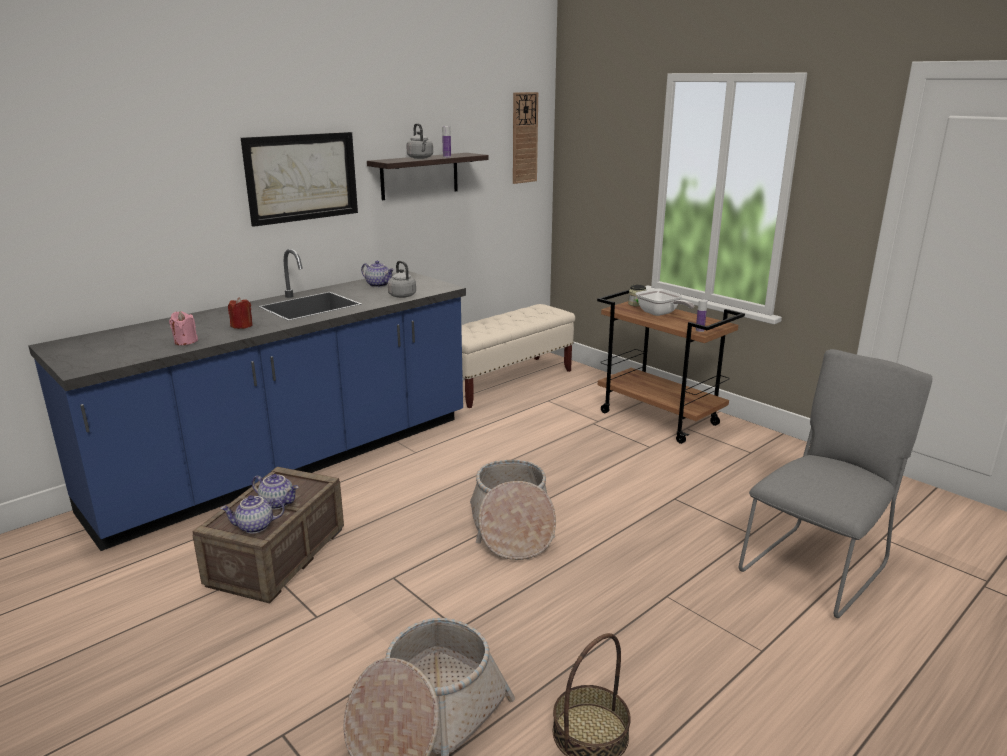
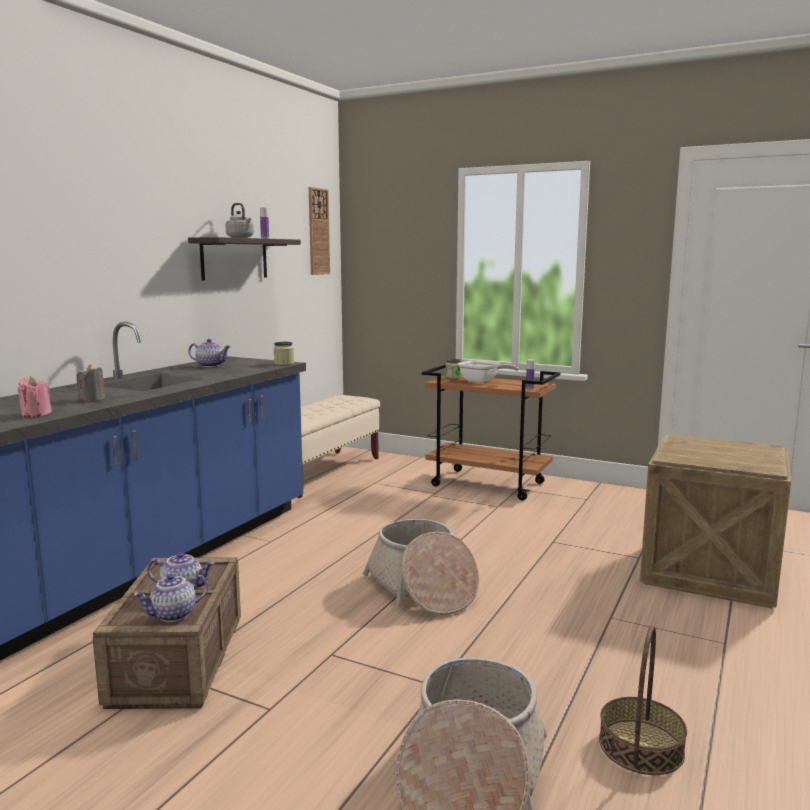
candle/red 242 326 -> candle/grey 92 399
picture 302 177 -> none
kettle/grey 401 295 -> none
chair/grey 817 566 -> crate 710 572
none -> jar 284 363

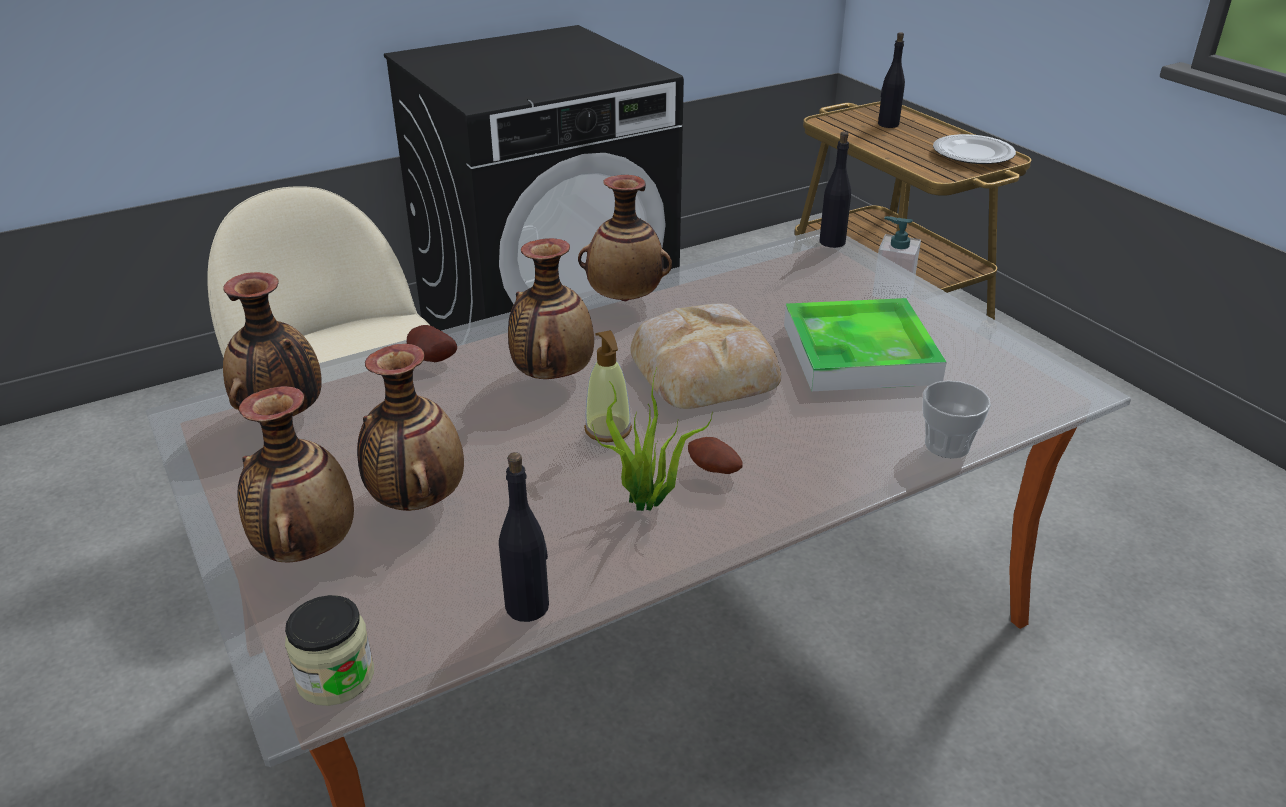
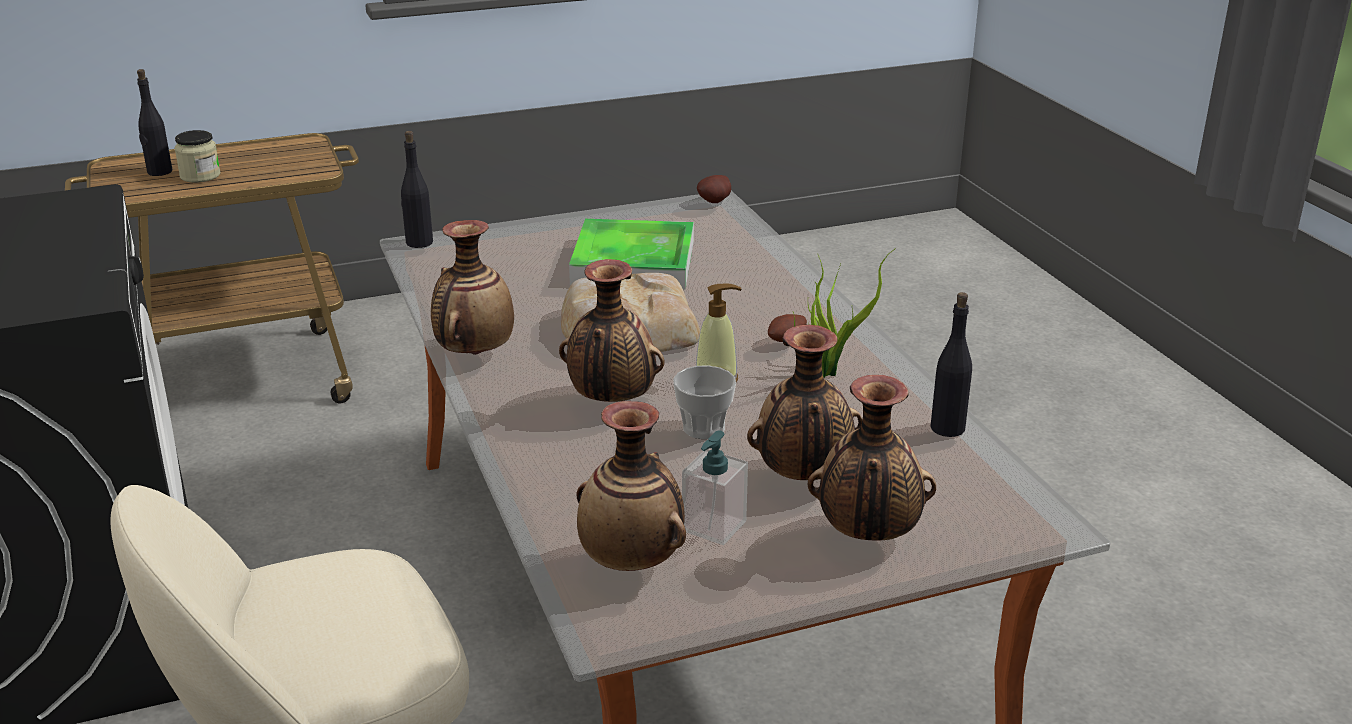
jar 335 677 -> jar 200 175, move
potato 431 360 -> potato 716 202, move
soap dispenser 892 291 -> soap dispenser 714 526, move
cup 947 445 -> cup 704 428, move
plate 974 153 -> none

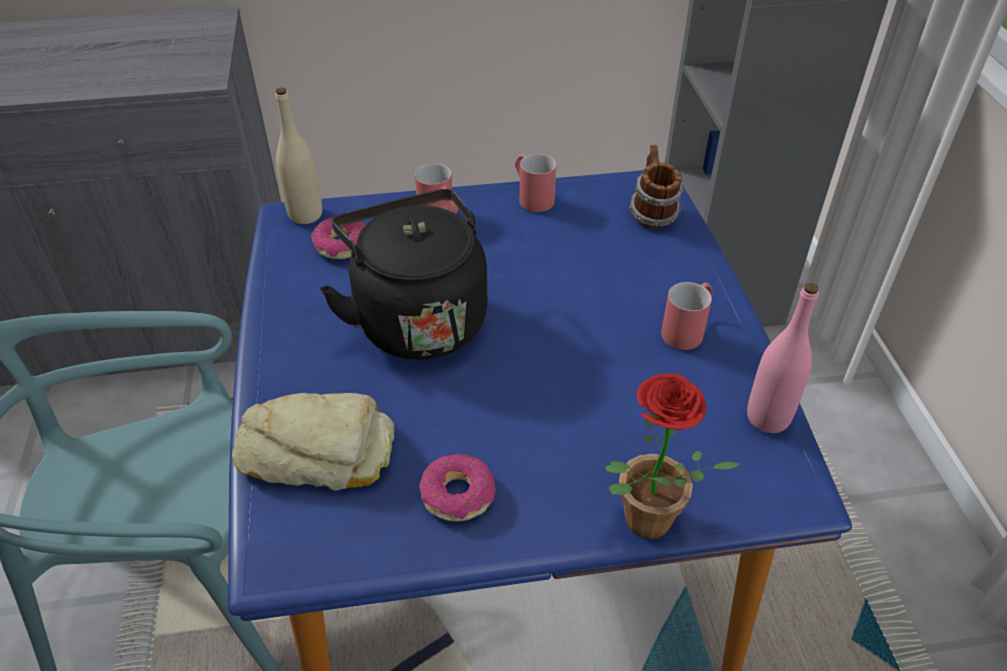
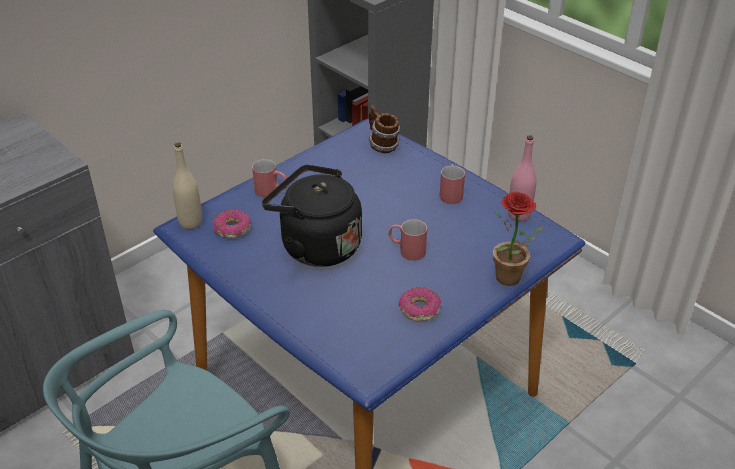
bread 318 450 -> none
mug/red 532 196 -> mug/red 406 250, move

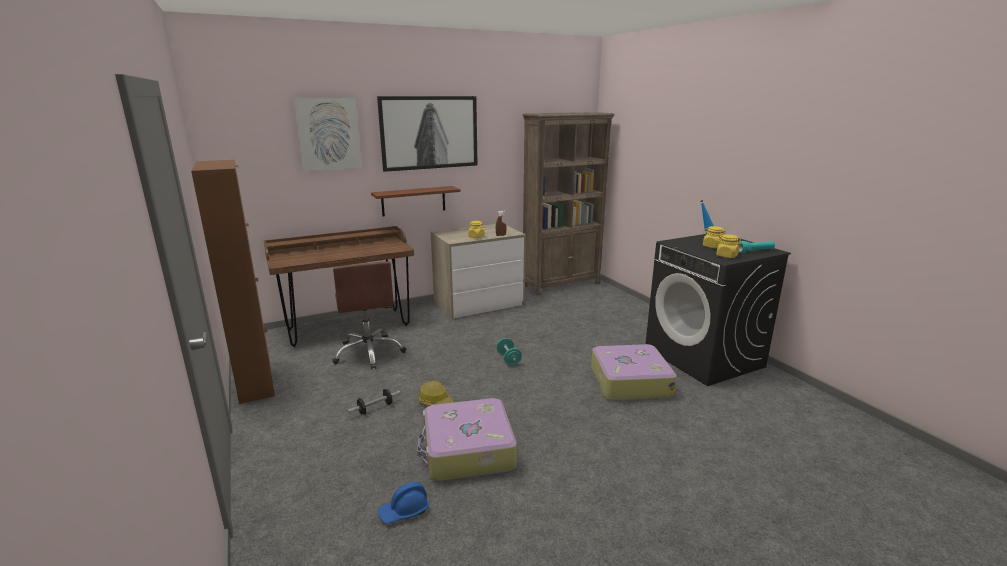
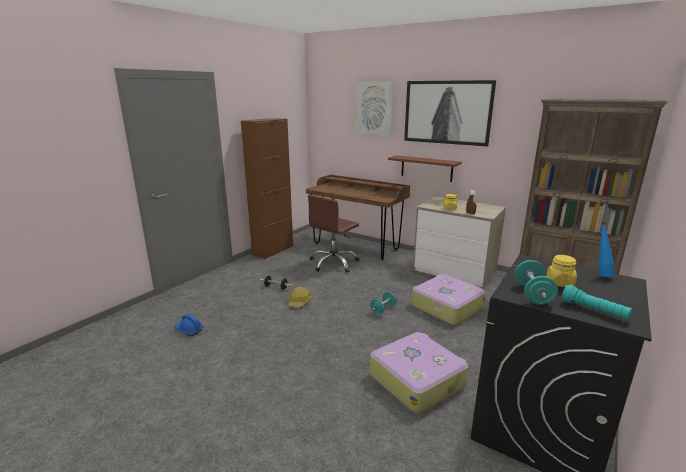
suitcase 467 450 -> suitcase 446 306, move
jar/yellow 727 256 -> dumbbell/turquoise 532 294

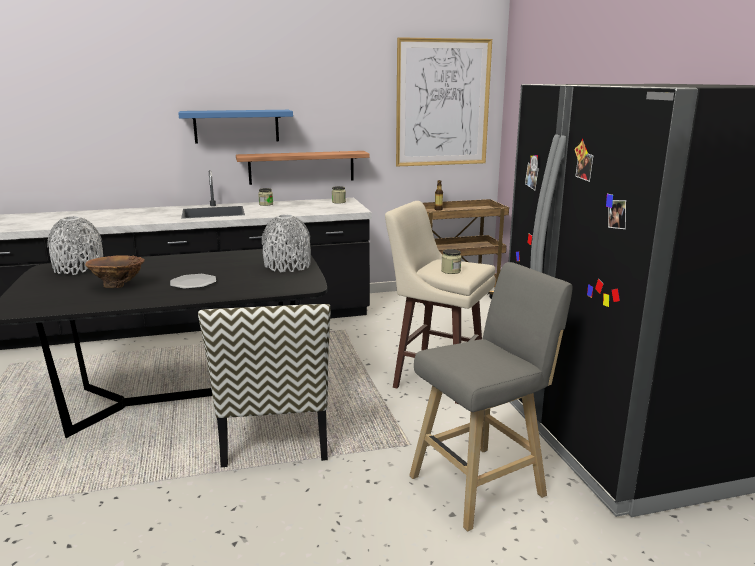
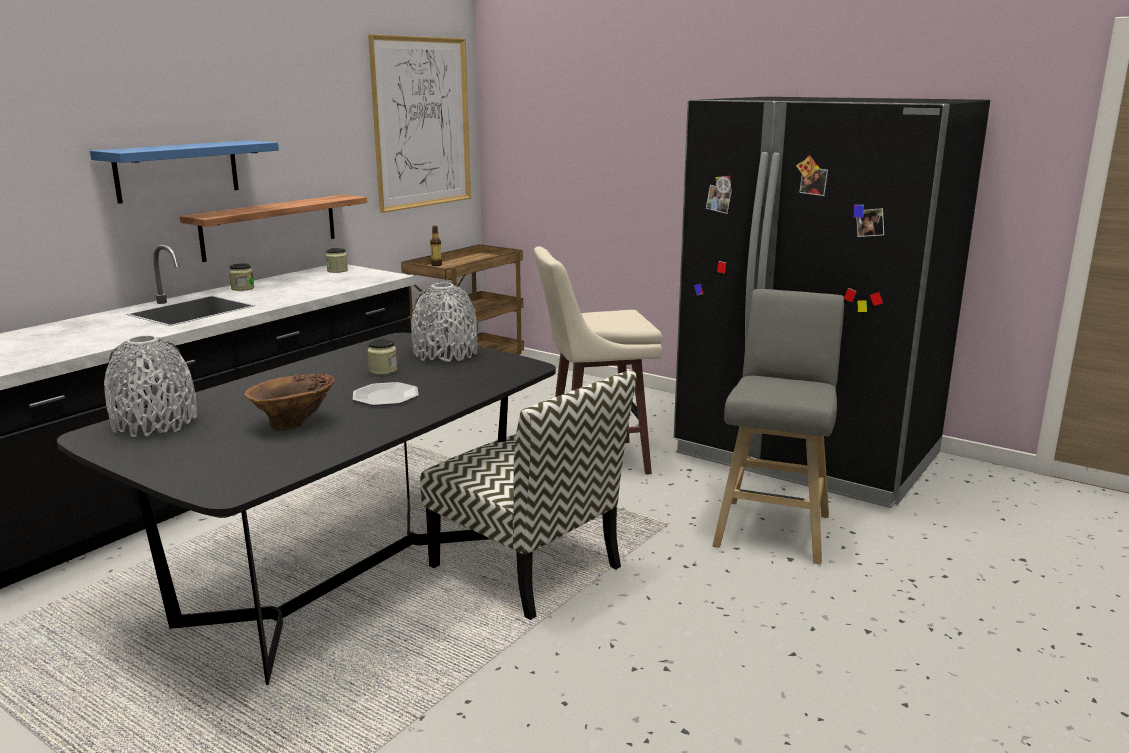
jar 451 271 -> jar 383 370, move

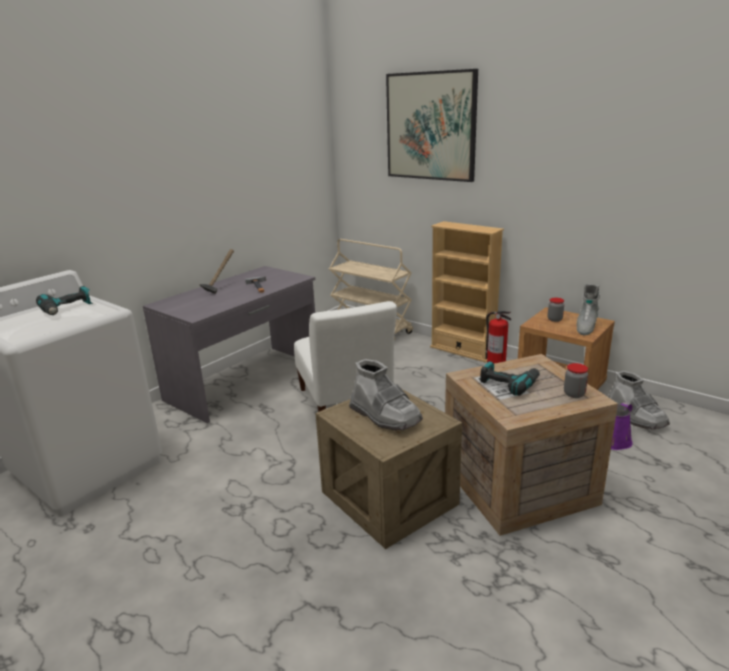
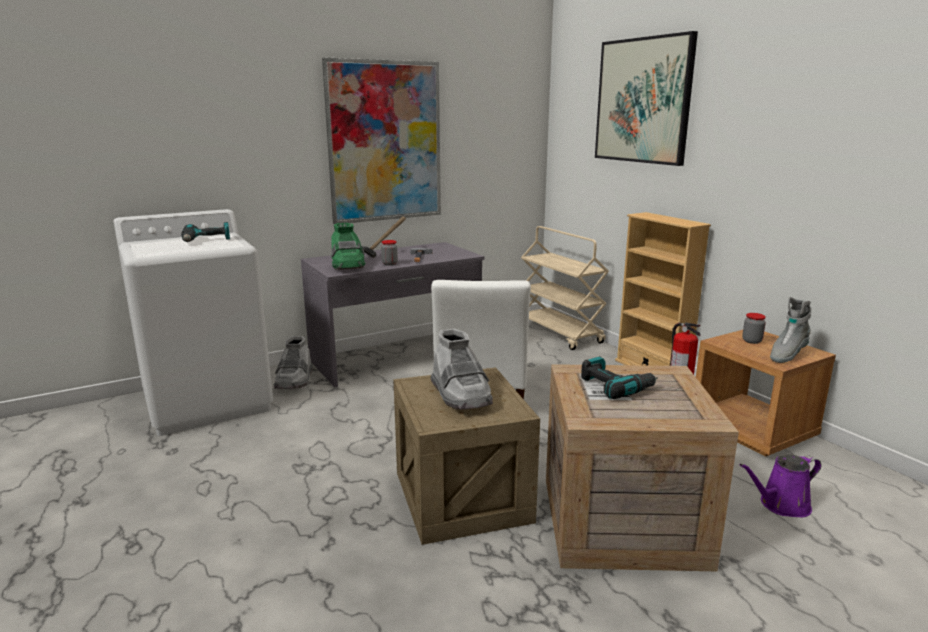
jar 574 394 -> jar 389 264, move
boot/grey 635 417 -> boot/grey 294 381, move
none -> picture 385 142
none -> boot/green 347 266

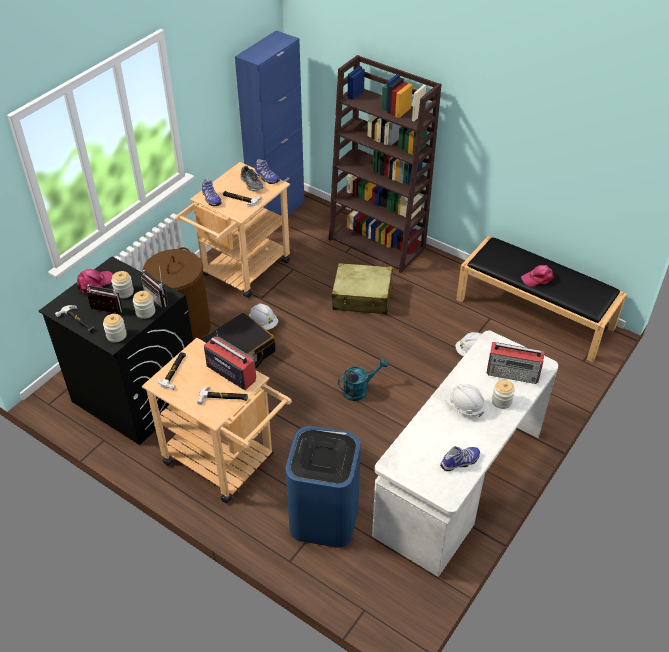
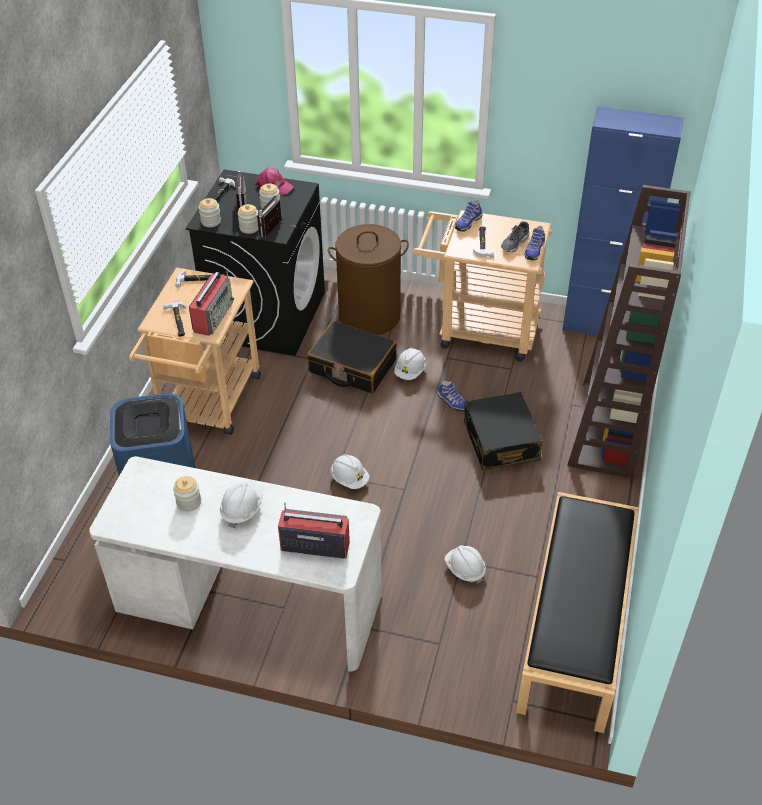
suitcase/beige 362 297 -> suitcase/black 501 441
watering can/turquoise 359 390 -> hard hat/white 349 479
shoe 460 462 -> shoe 452 402, move
radio 513 373 -> radio 314 546, 105 degrees clockwise
jar 501 401 -> jar 189 502, move
cap/pink 538 278 -> none

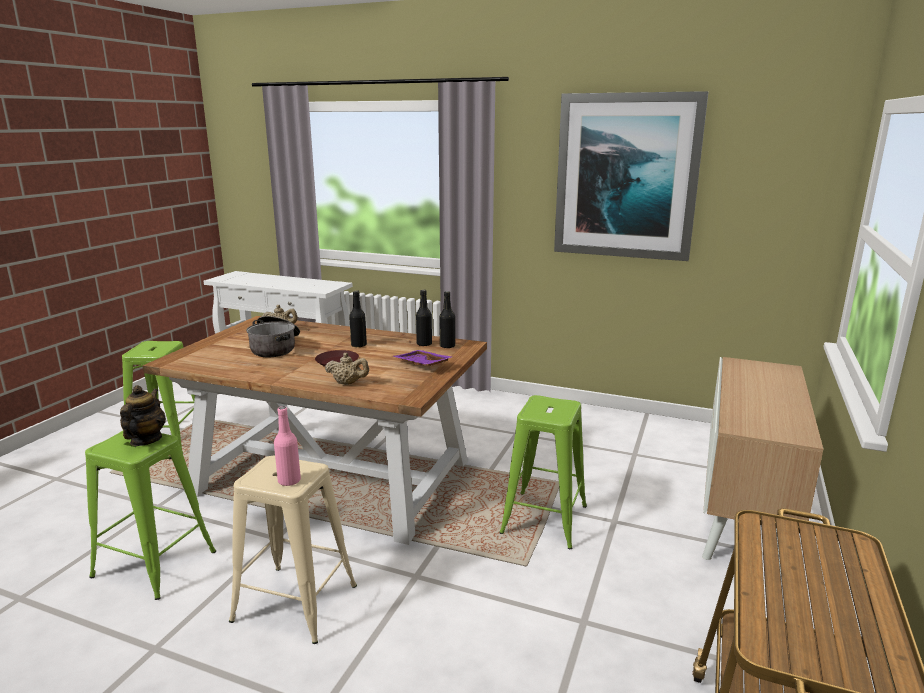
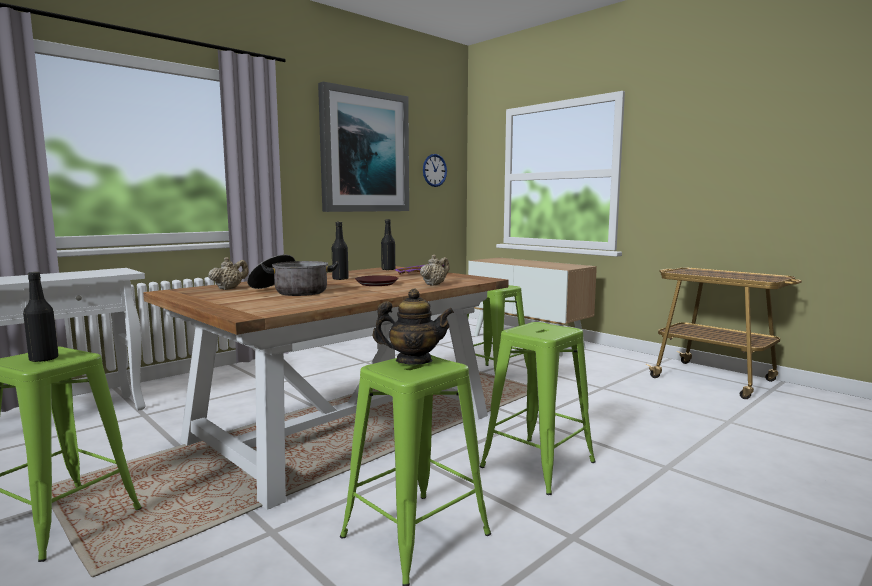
teapot 145 440 -> teapot 413 361, 150 degrees clockwise
stool/beige 296 603 -> stool/green 538 464
bottle/pink 289 481 -> none
bottle/black 424 344 -> bottle/black 44 359, move
none -> wall clock 434 170

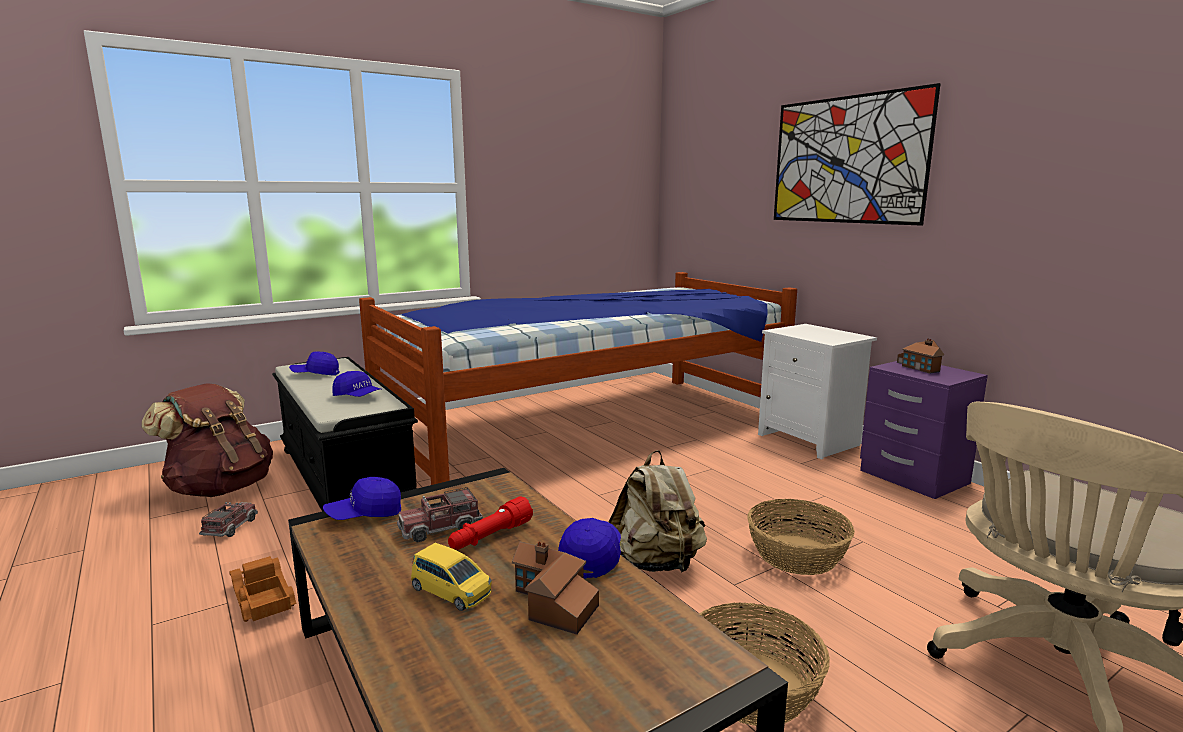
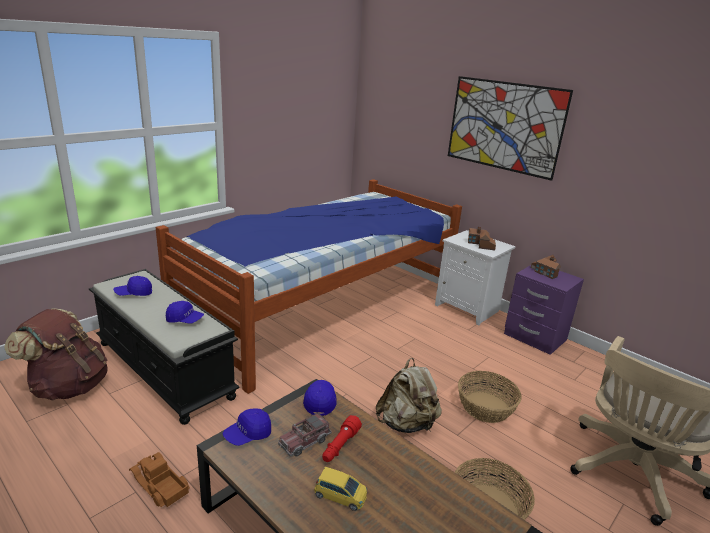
toy truck 230 527 -> none
toy house 552 603 -> toy house 481 245, move
cap/blue 591 556 -> cap/blue 320 401, move

